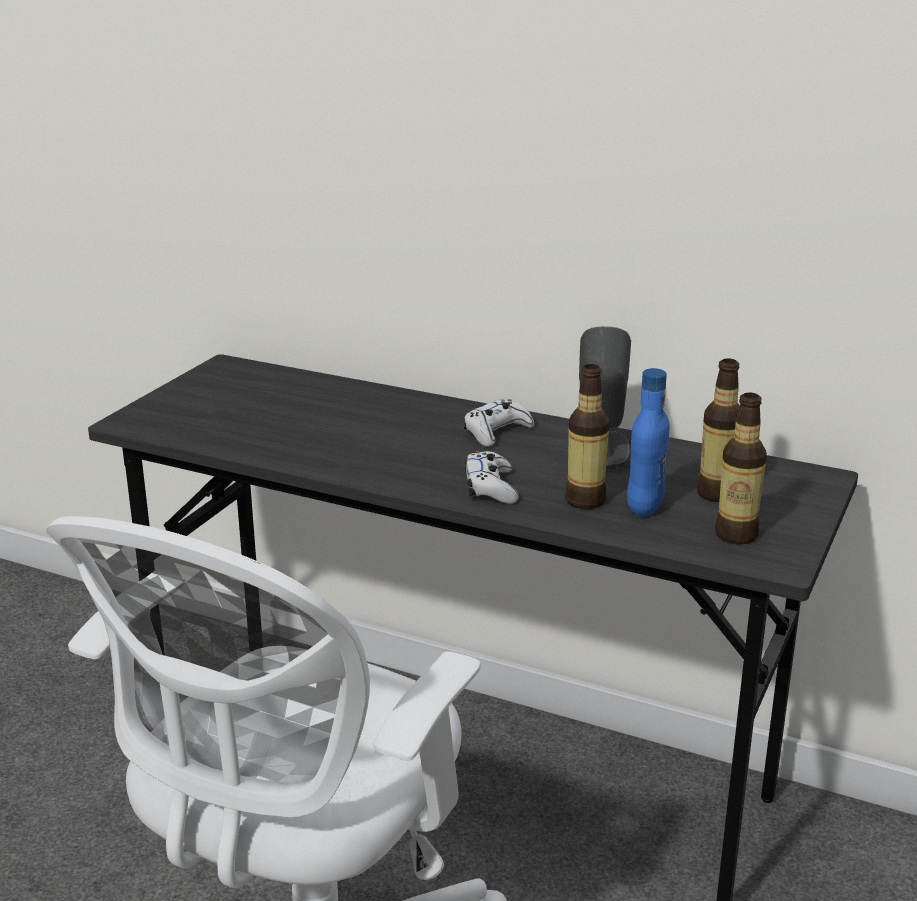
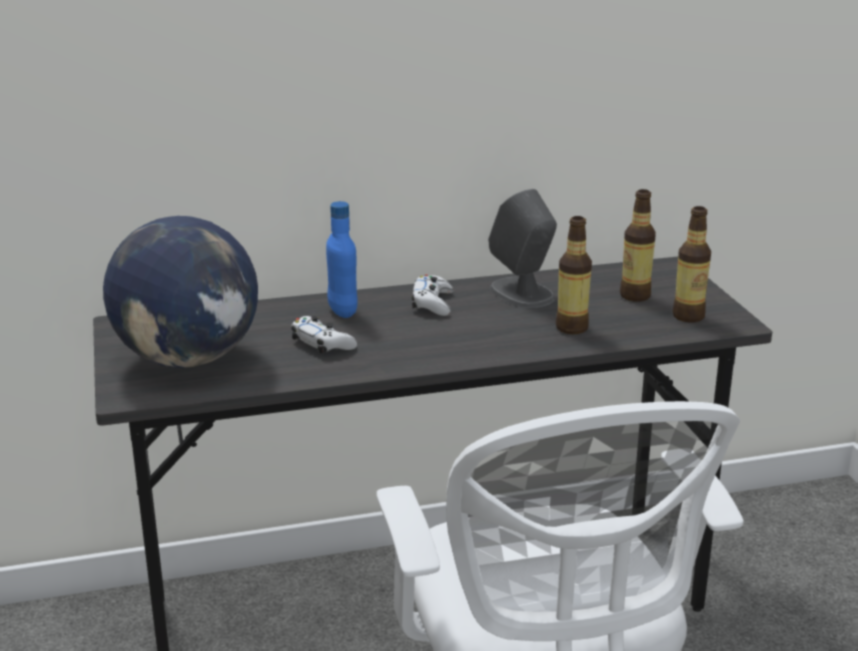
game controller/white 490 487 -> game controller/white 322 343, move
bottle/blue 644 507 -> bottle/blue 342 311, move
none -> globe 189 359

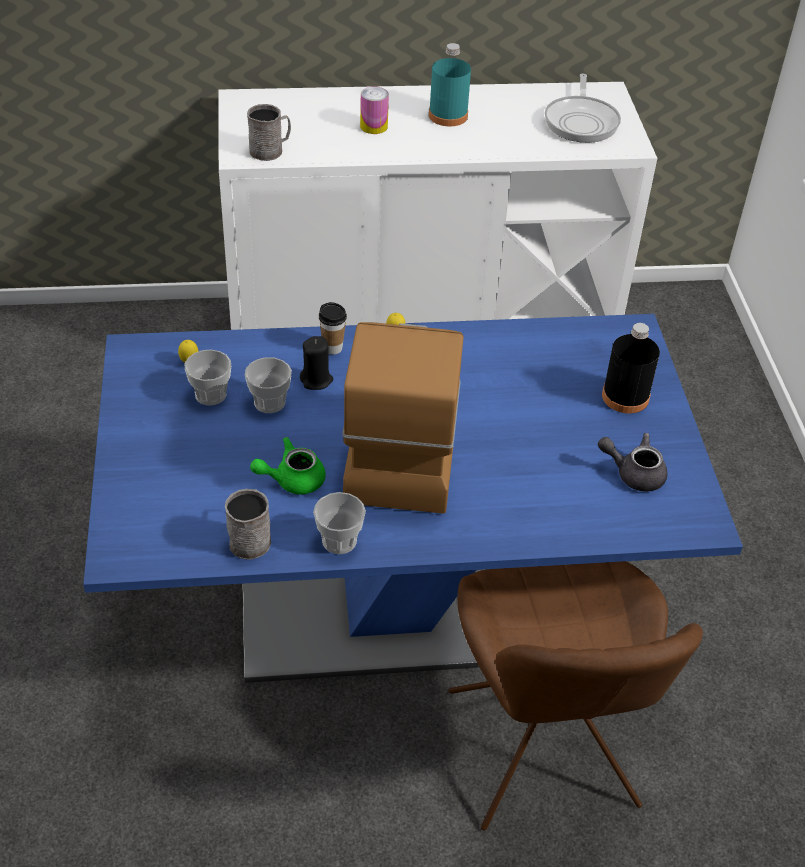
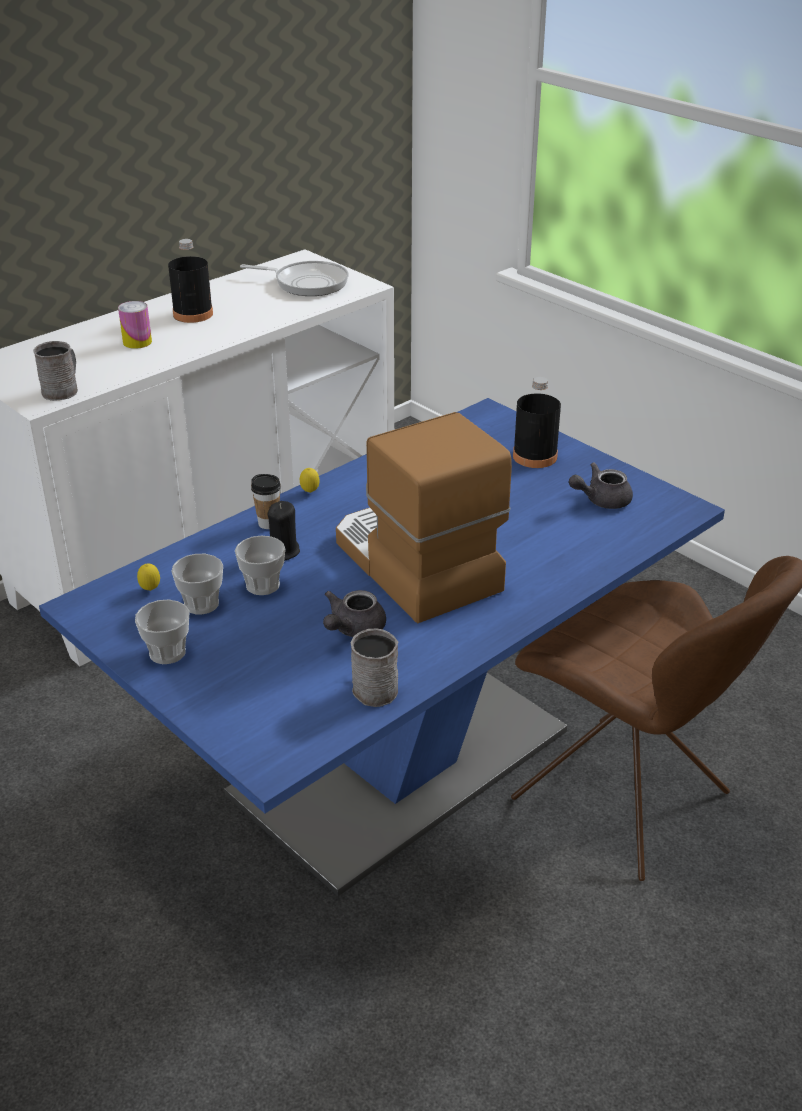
teapot/green 292 480 -> teapot/grey 353 629
cup 339 541 -> cup 167 653, move
bottle/turquoise 448 115 -> bottle/black 193 314
frying pan 581 121 -> frying pan 307 283, 45 degrees counterclockwise

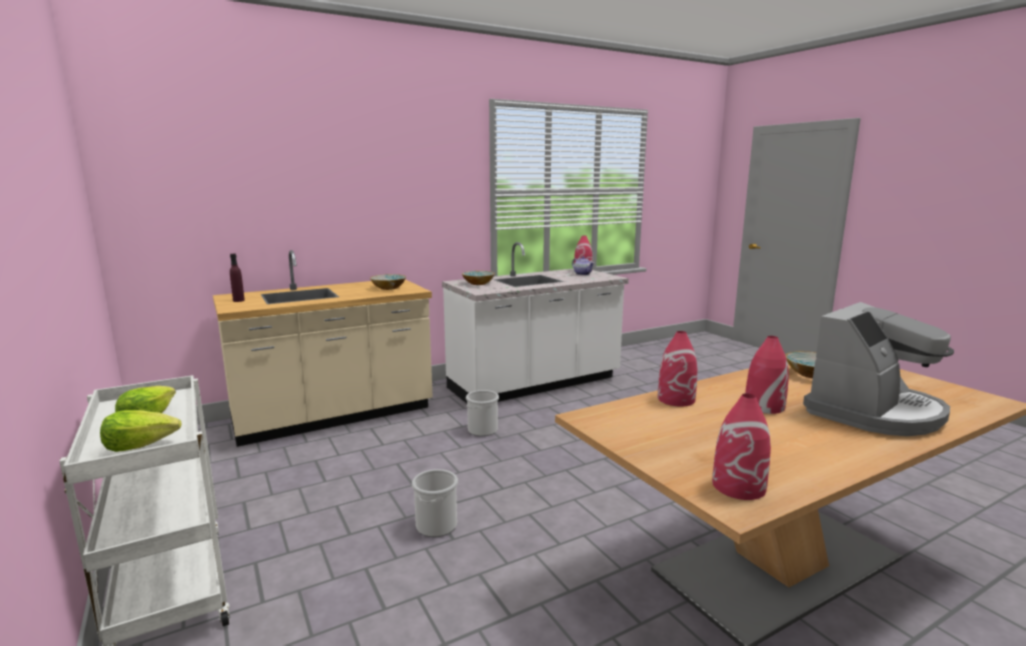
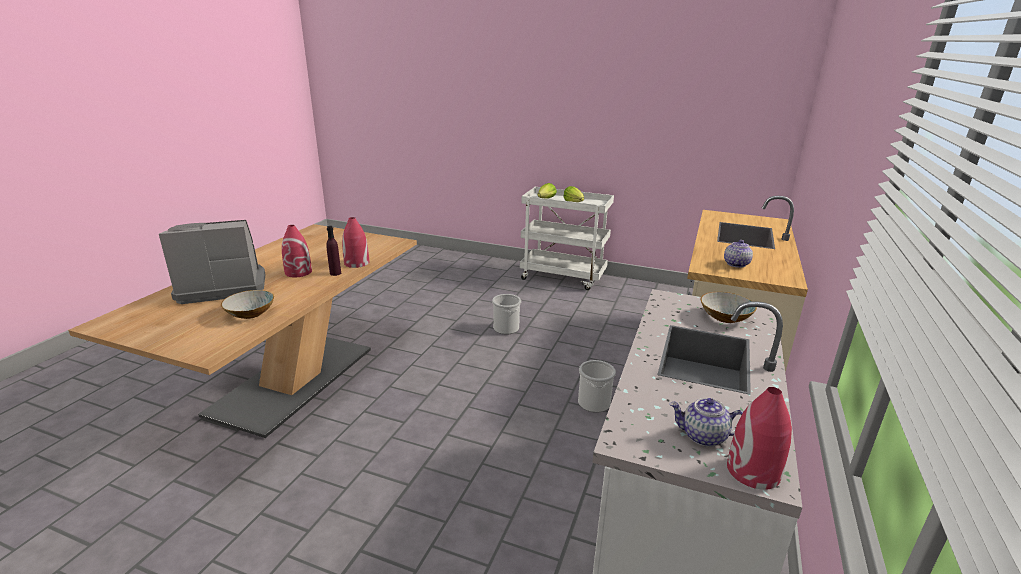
bottle/purple 238 300 -> bottle/purple 335 273, move
bowl 389 288 -> teapot 735 264
vase/red 739 486 -> none
coffee machine 874 412 -> coffee machine 222 286, 60 degrees clockwise

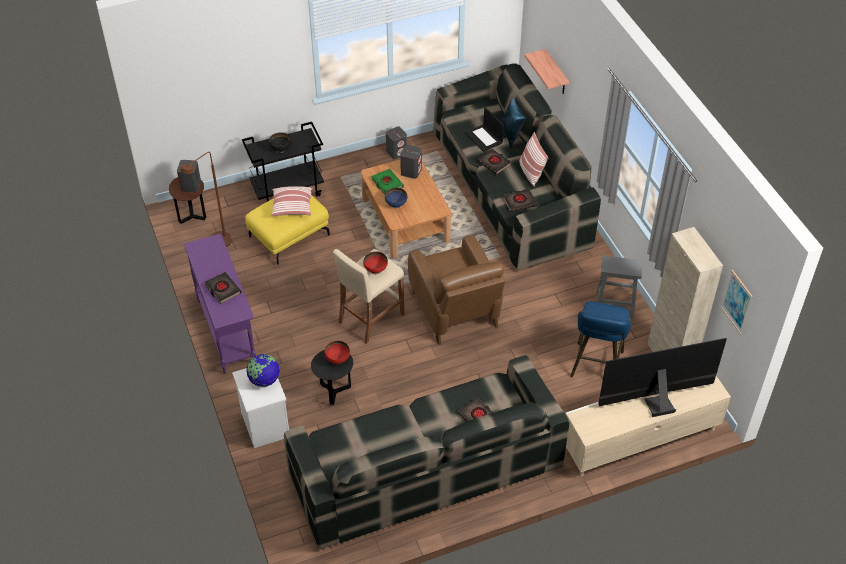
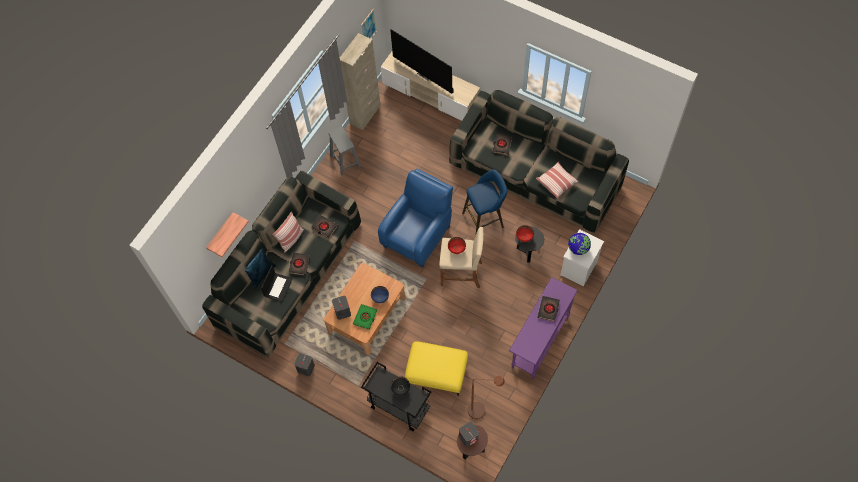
pillow 292 207 -> pillow 557 182, move
armchair/brown 455 311 -> armchair/blue 418 234
stool/blue 596 367 -> stool/blue 485 219, move

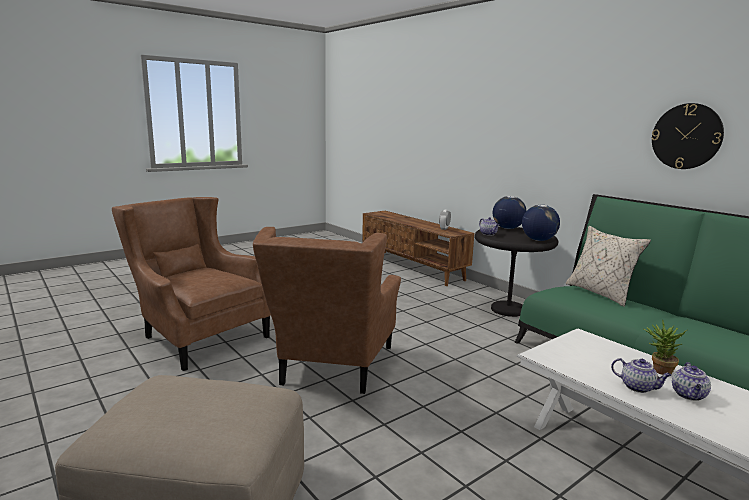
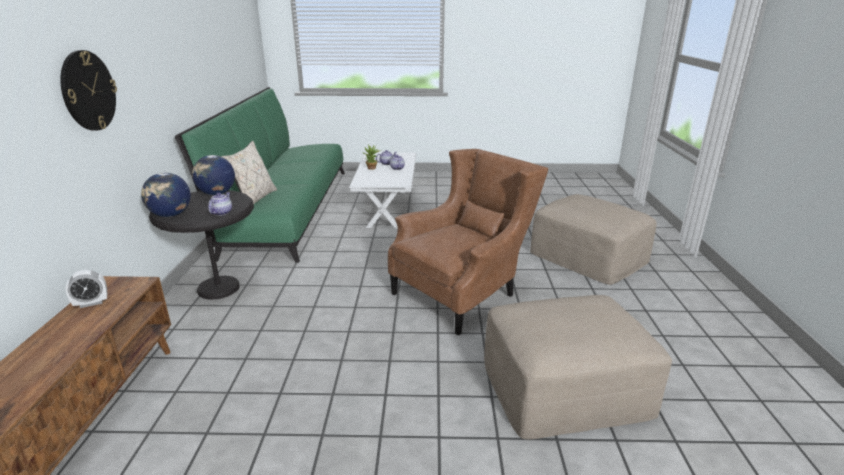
armchair/brown 197 335 -> ottoman/beige 565 387
wall clock 686 136 -> wall clock 88 91, move

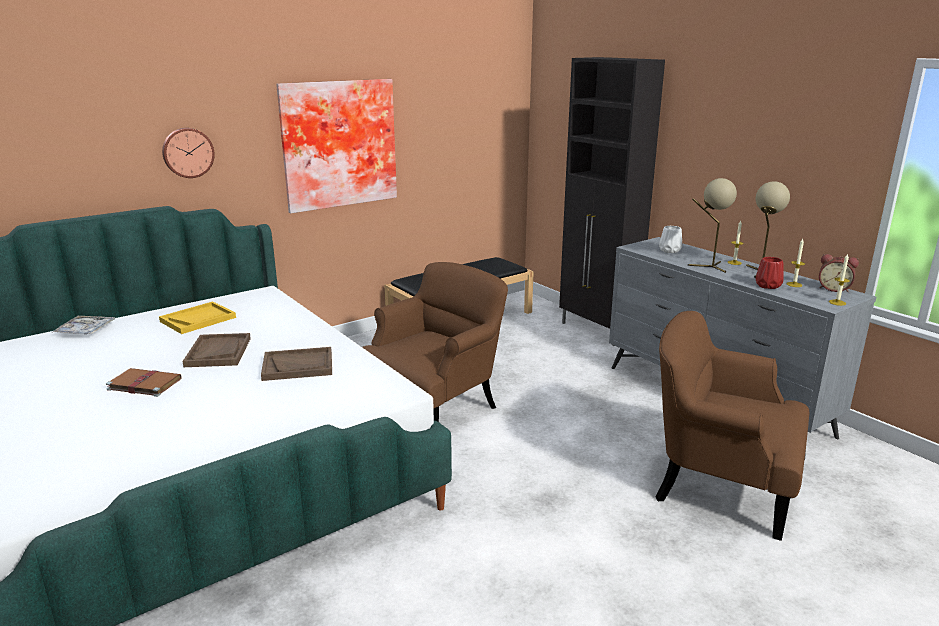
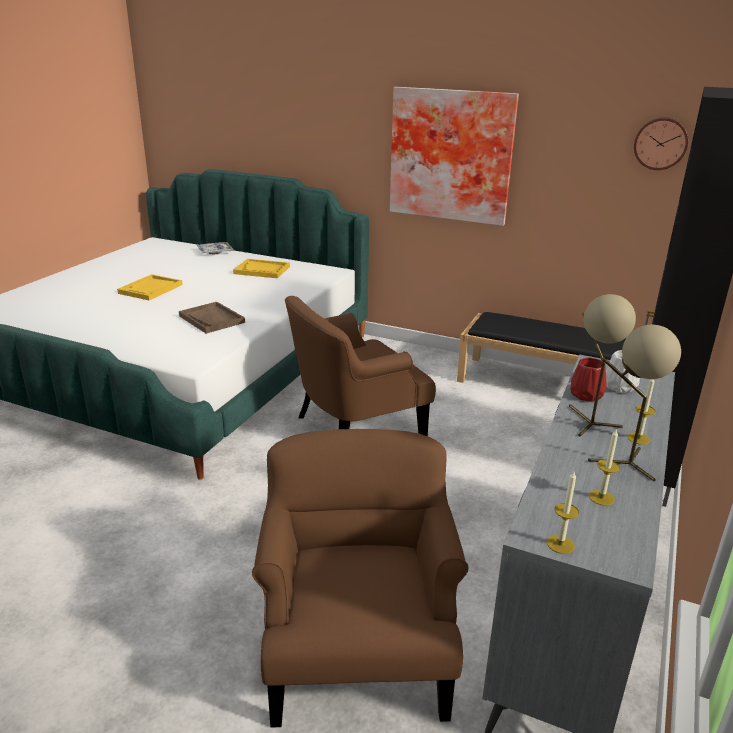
book/brown 143 384 -> tray/yellow 150 289
wall clock 187 152 -> wall clock 660 143, move
tray/brown 218 352 -> none
armchair/brown 435 406 -> armchair/brown 355 426, 135 degrees clockwise
vase/red 768 286 -> vase/red 585 395, move
alarm clock 834 289 -> none

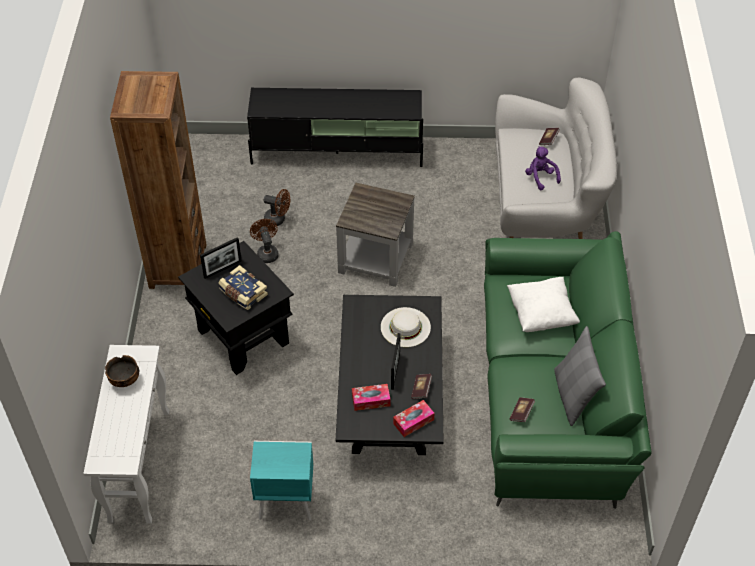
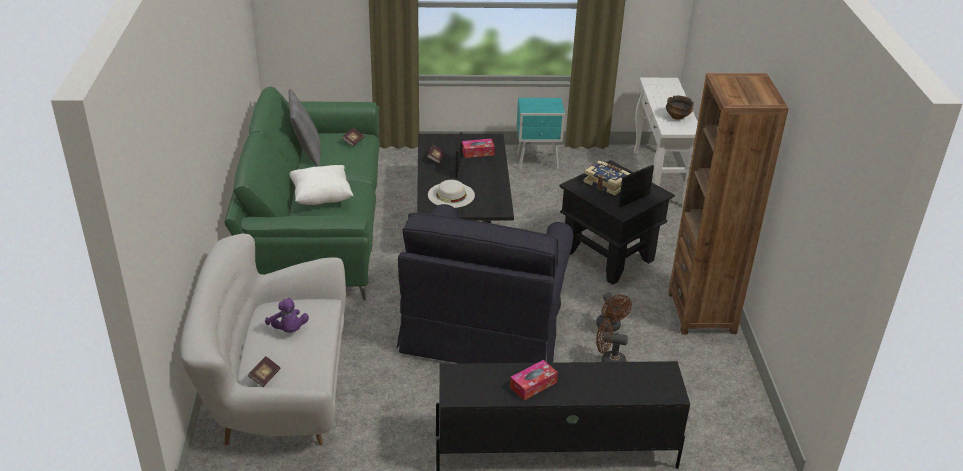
side table/grey 376 257 -> armchair/black 486 326
tissue box 413 421 -> tissue box 533 385, move

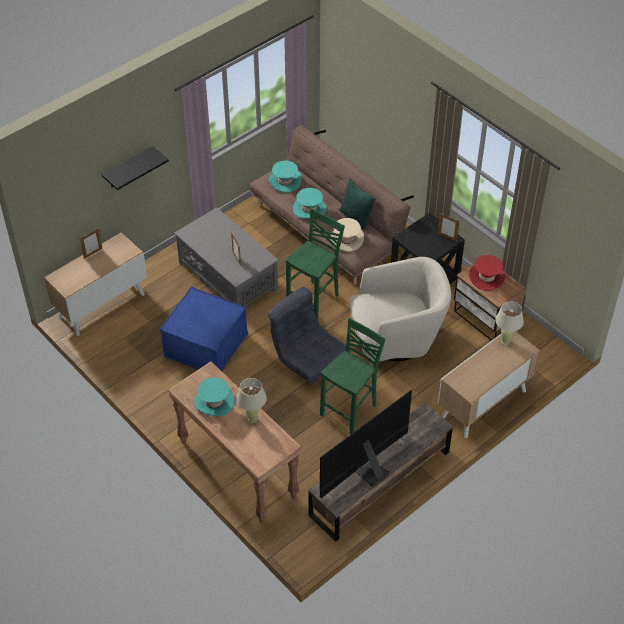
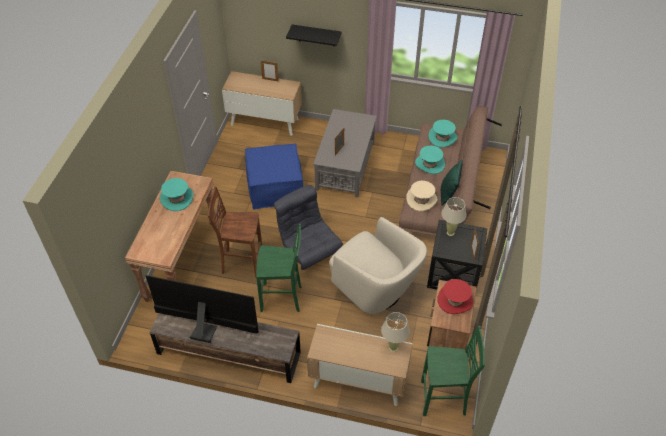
table lamp/beige 252 419 -> table lamp/beige 450 232, move
armchair/grey 308 360 -> armchair/grey 309 248, 45 degrees counterclockwise
stool/green 314 299 -> stool/green 444 399, move
none -> stool/brown 241 263

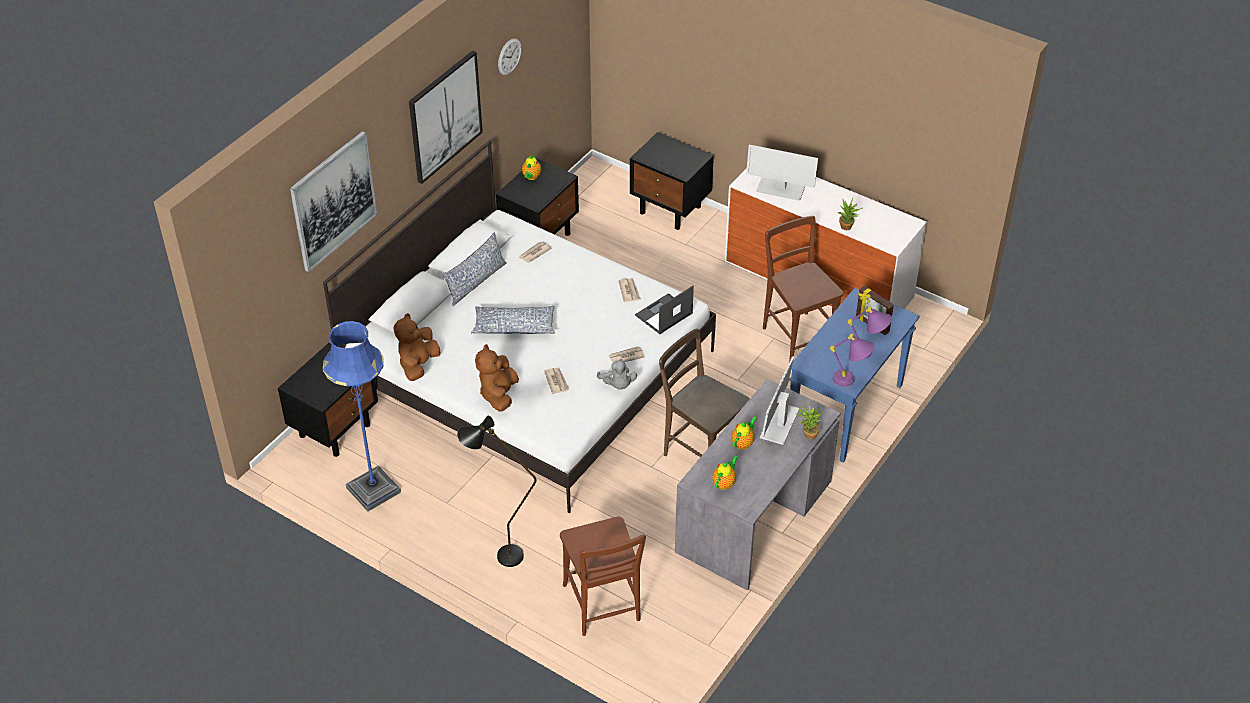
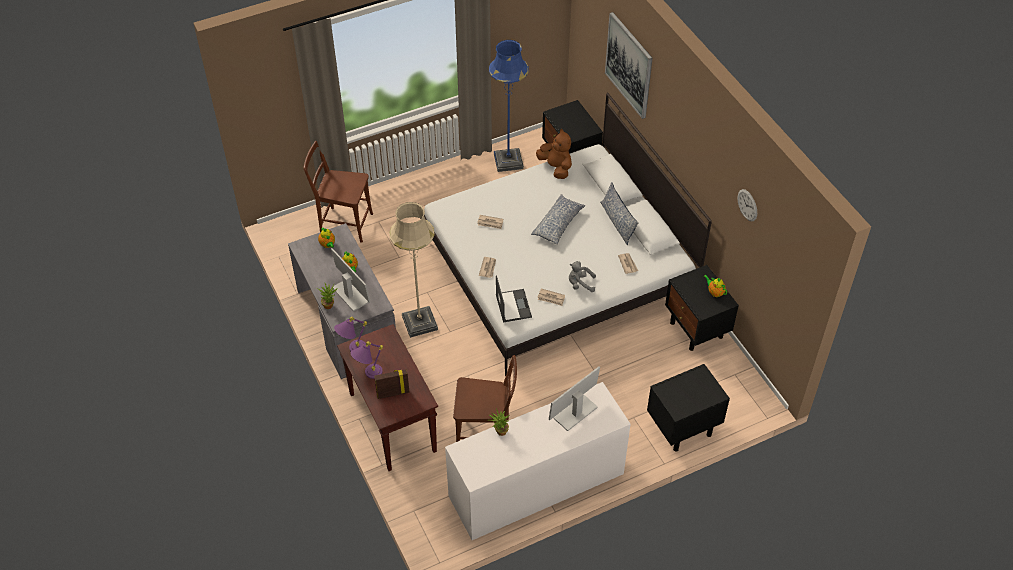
picture 445 116 -> none
floor lamp/black 500 556 -> none
plush toy/brown 499 395 -> none
plush toy/grey 617 385 -> plush toy/grey 580 284, move
chair/brown 700 452 -> floor lamp/beige 419 323
console table/blue 845 412 -> console table/brown 391 422

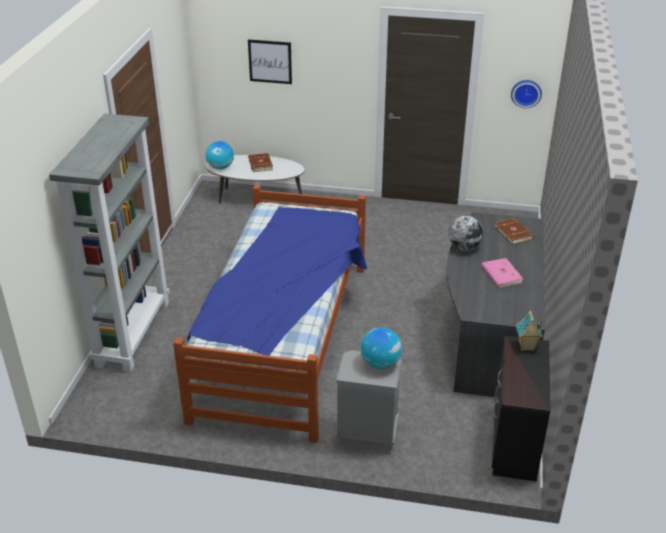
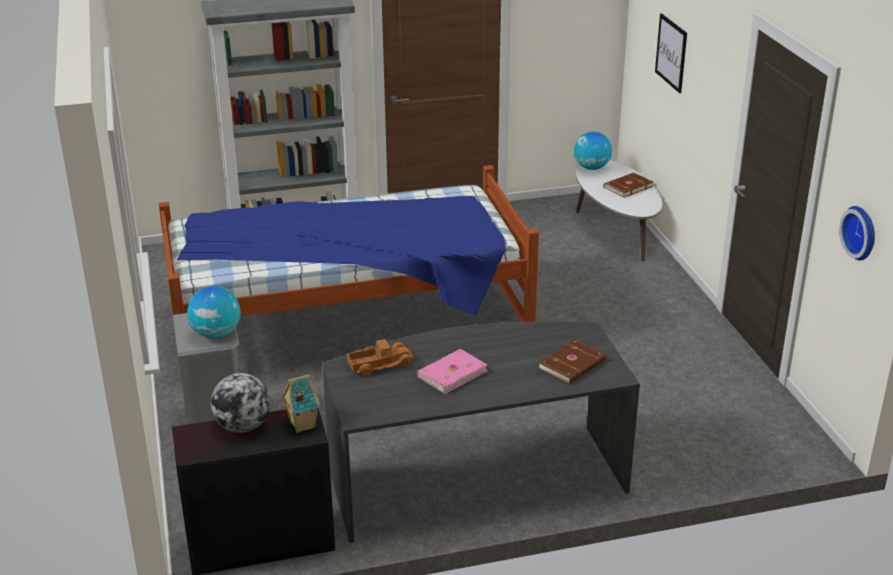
globe 464 247 -> globe 243 426, move
none -> toy truck 379 364

